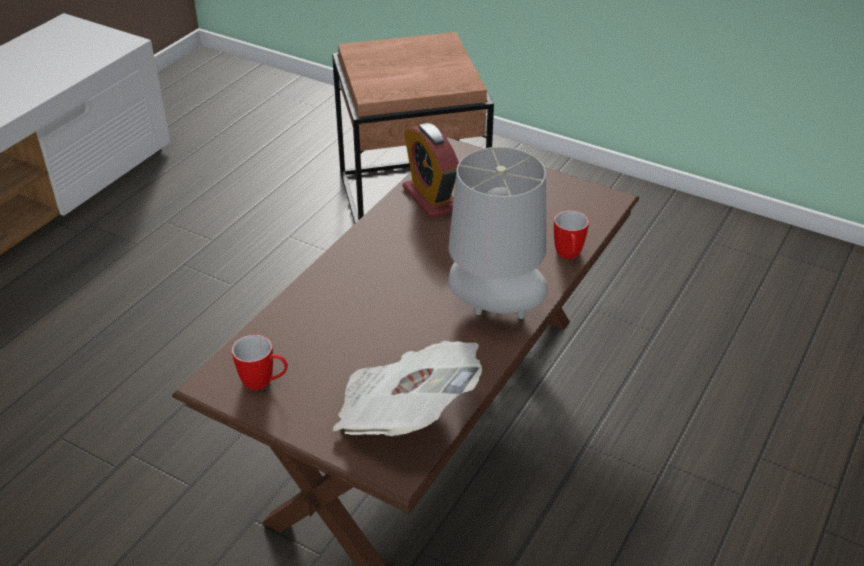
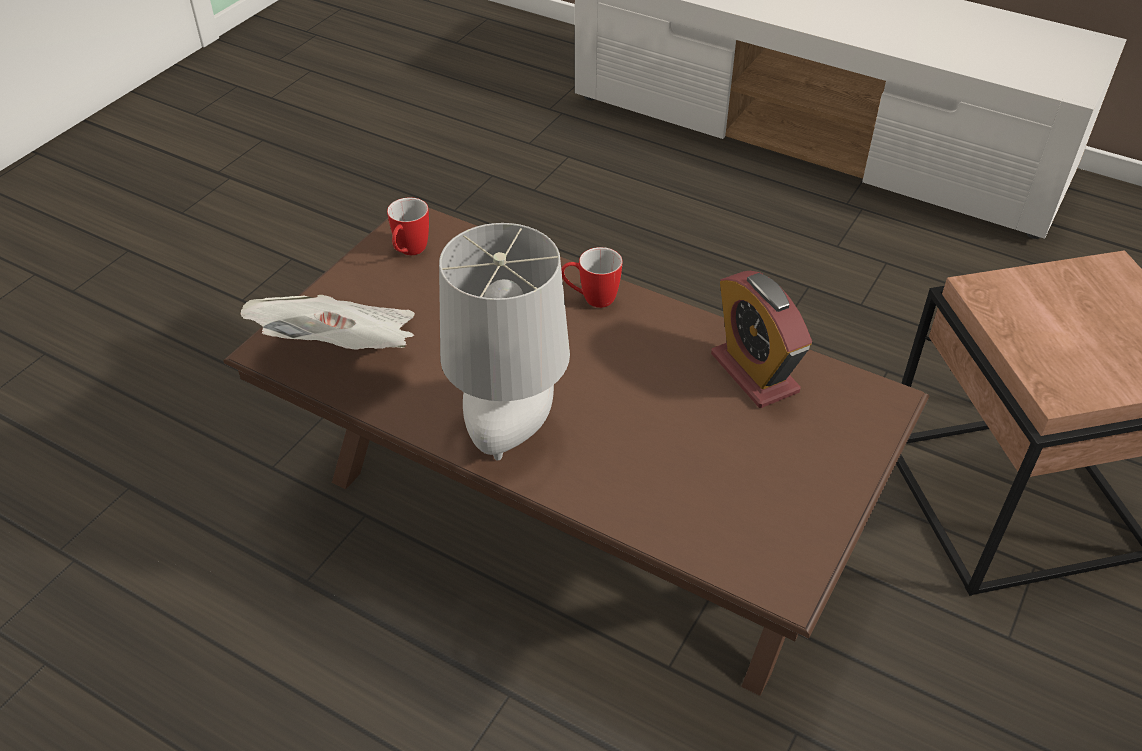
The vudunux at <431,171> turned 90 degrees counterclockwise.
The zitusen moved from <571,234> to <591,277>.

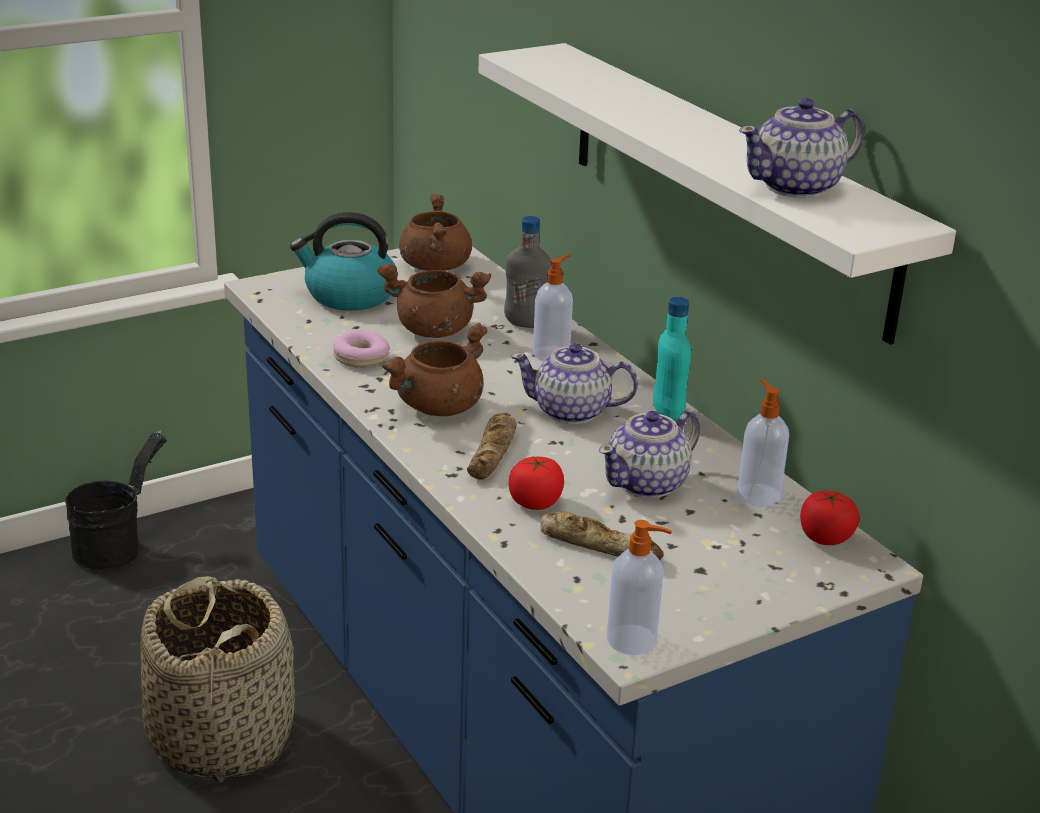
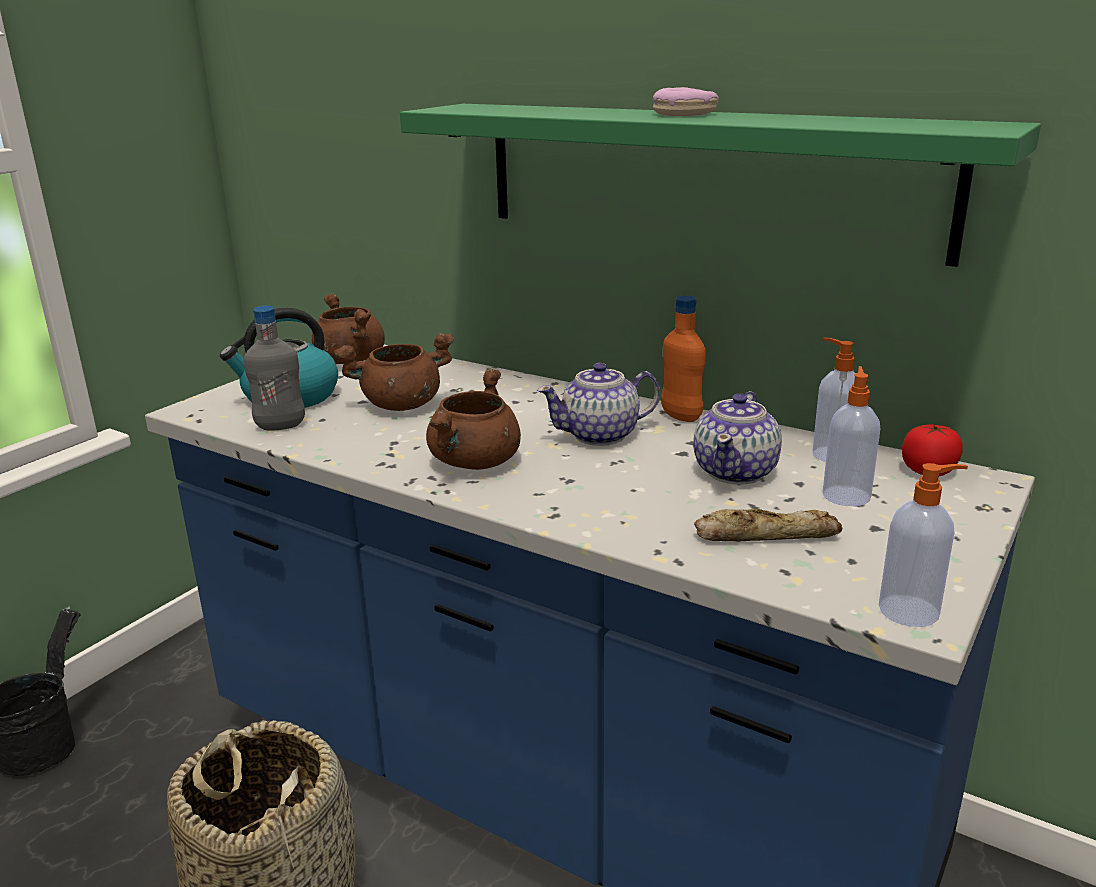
The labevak moved from <361,349> to <686,101>.
The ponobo at <492,446> disappeared.
The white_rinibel at <717,194> became the green_rinibel at <720,185>.
The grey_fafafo moved from <527,272> to <274,368>.
The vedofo at <536,483> disappeared.
The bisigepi moved from <553,307> to <852,436>.
The turquoise_fafafo at <672,359> became the orange_fafafo at <683,359>.
The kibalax at <801,148> disappeared.

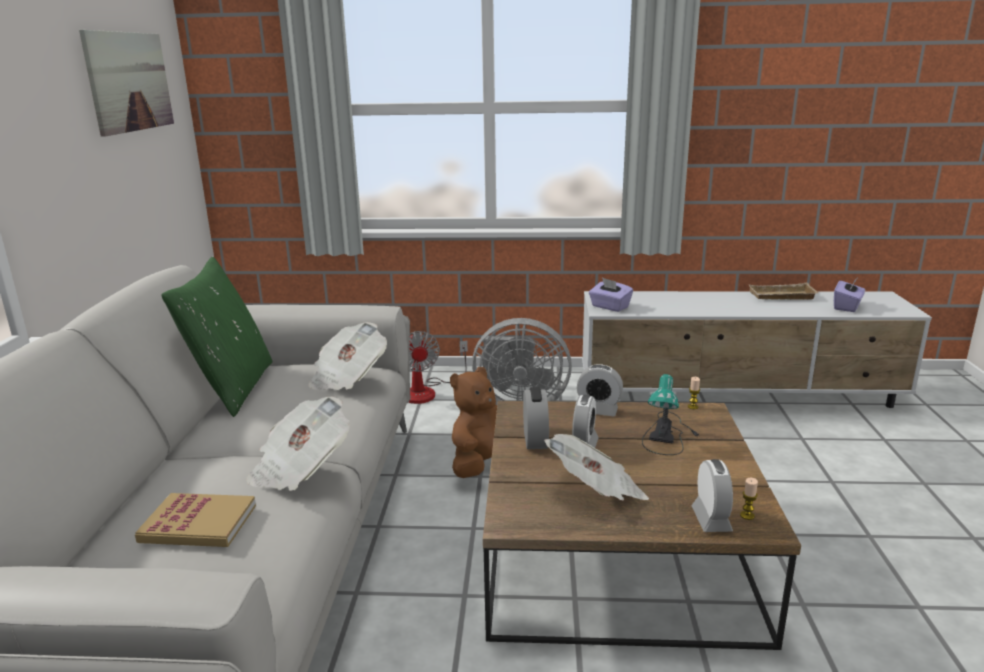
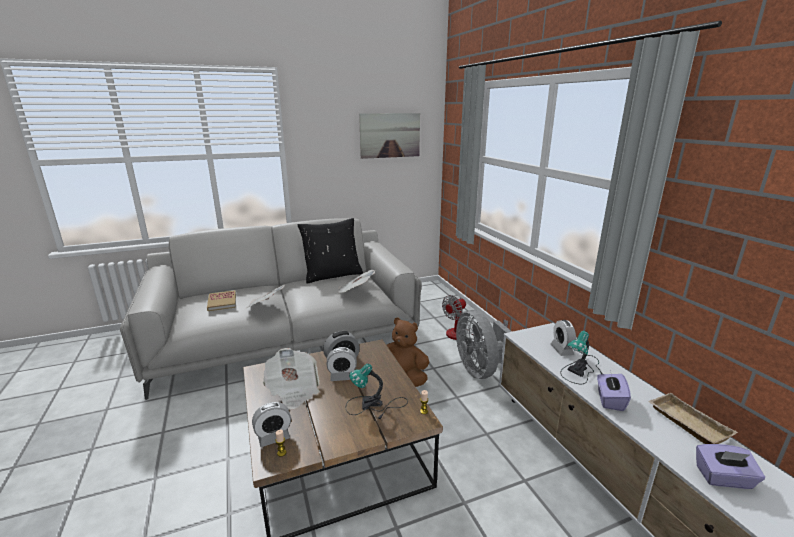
The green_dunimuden at <216,337> became the black_dunimuden at <330,251>.
The vudunux moved from <600,390> to <563,338>.
The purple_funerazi moved from <611,295> to <614,390>.
The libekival at <581,358> appeared.

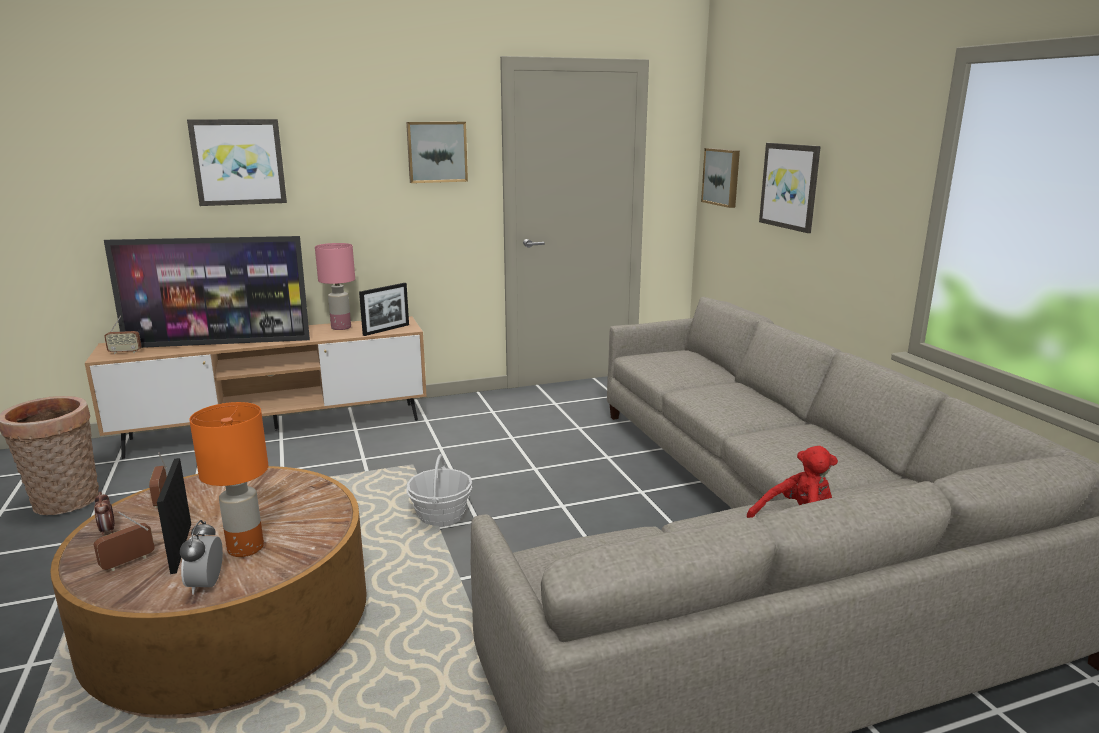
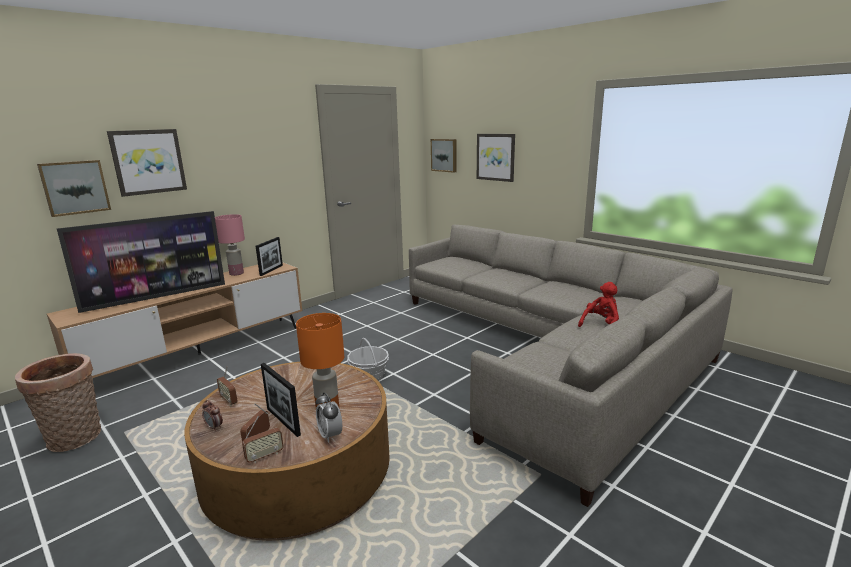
The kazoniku moved from <123,335> to <263,439>.
The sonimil moved from <437,152> to <74,188>.

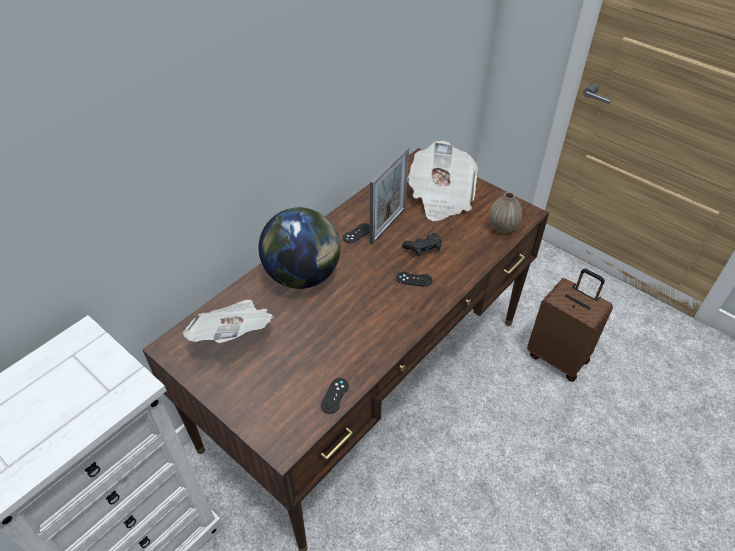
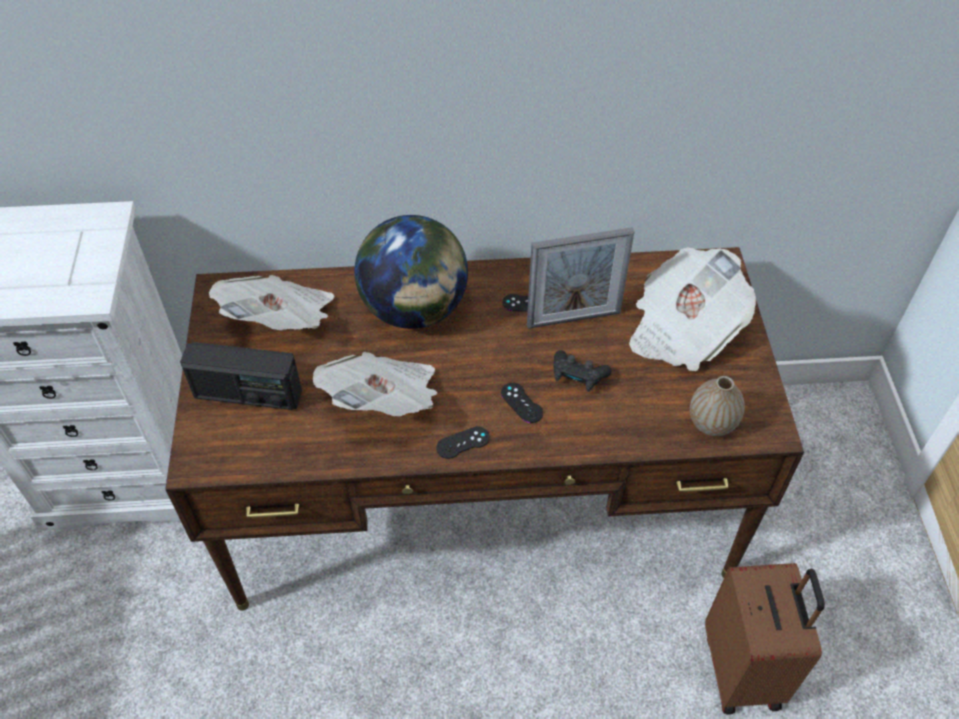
The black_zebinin moved from <335,396> to <463,443>.
The kazoniku at <241,376> appeared.
The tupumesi at <375,384> appeared.

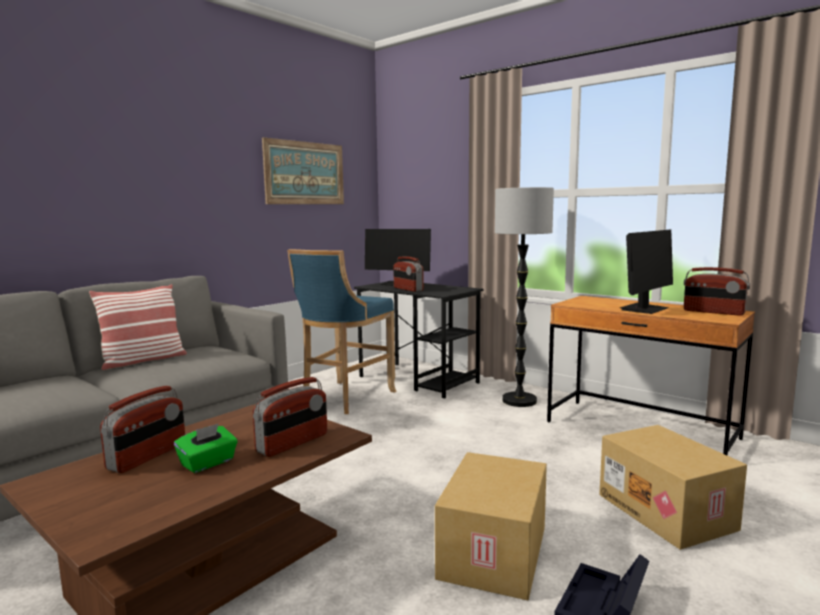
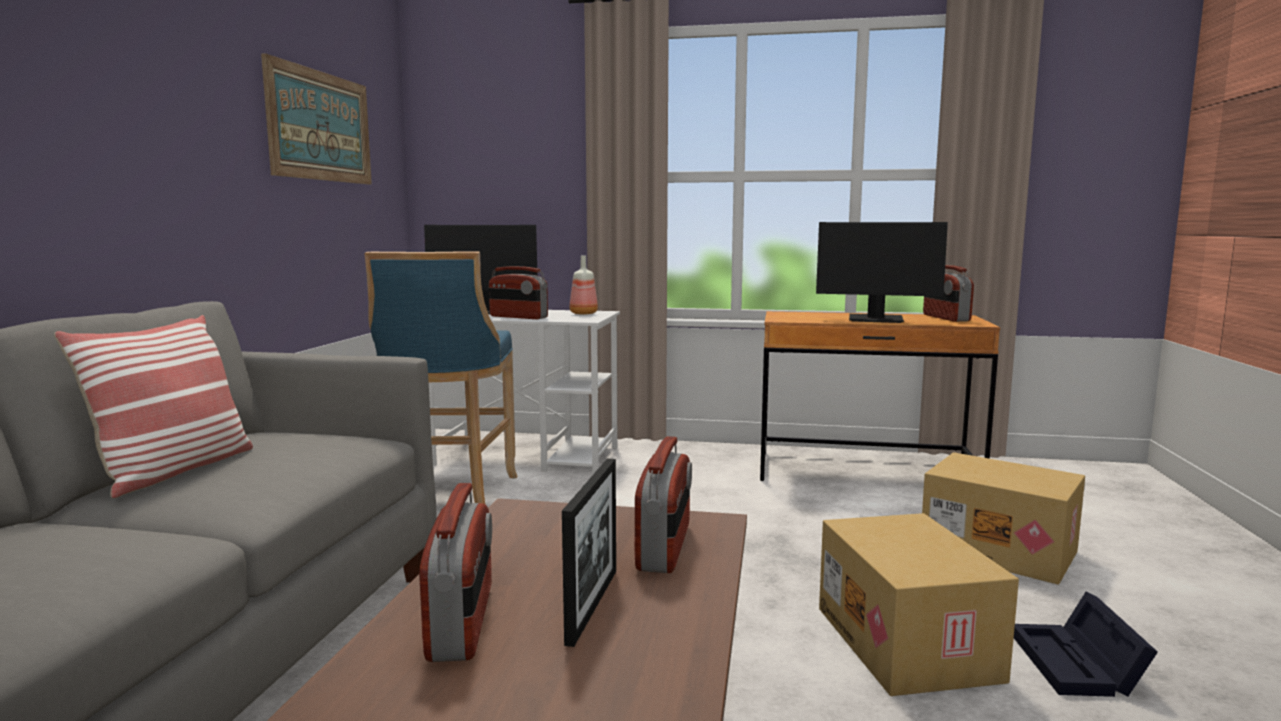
The green_funerazi at <206,448> was replaced by the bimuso at <589,552>.
The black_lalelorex at <418,340> became the white_lalelorex at <524,392>.
The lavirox at <524,297> disappeared.
The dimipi at <646,272> turned 90 degrees clockwise.
The kazoniku at <717,291> turned 75 degrees clockwise.
The fafafo at <584,285> appeared.

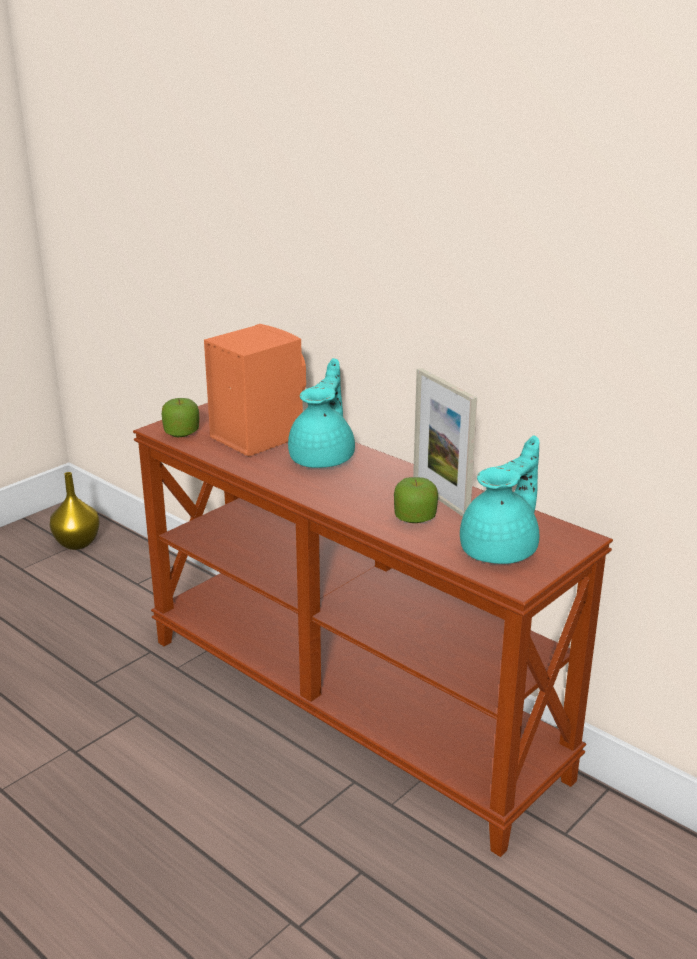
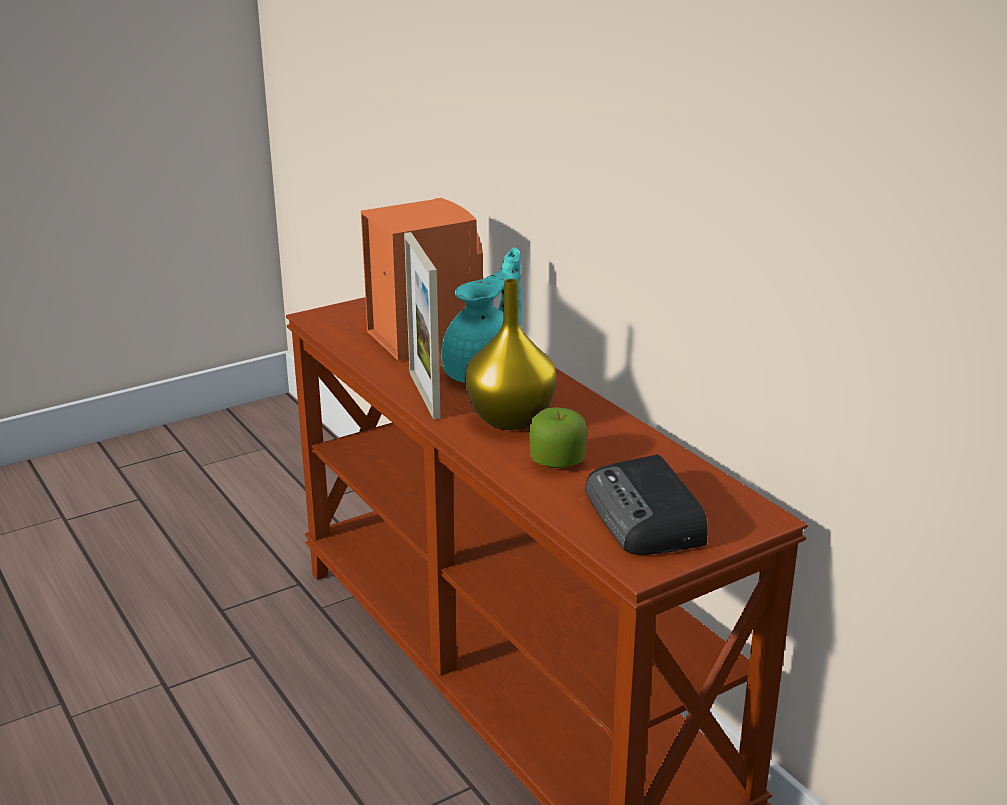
The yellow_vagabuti moved from <74,511> to <510,354>.
The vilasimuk at <180,417> disappeared.
The bimuso moved from <445,442> to <422,325>.
The turquoise_kibalax at <499,499> was replaced by the kazoniku at <646,504>.

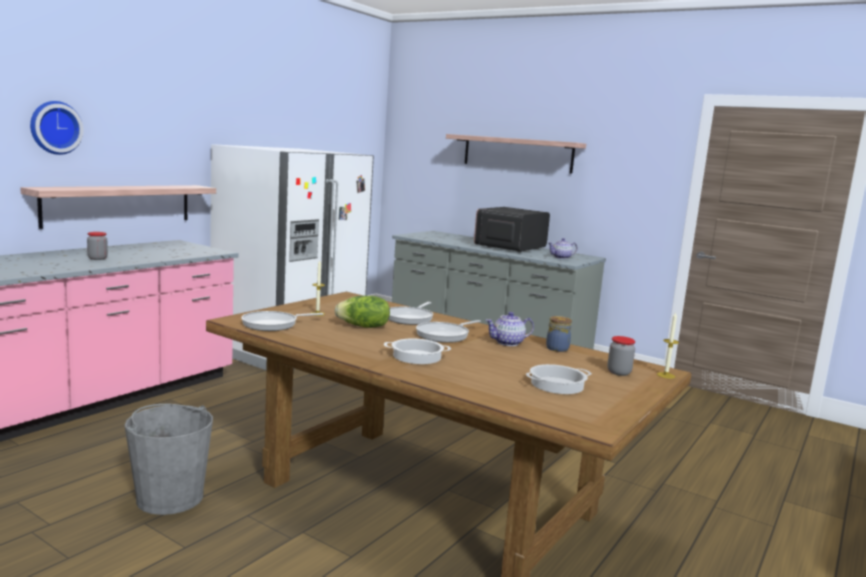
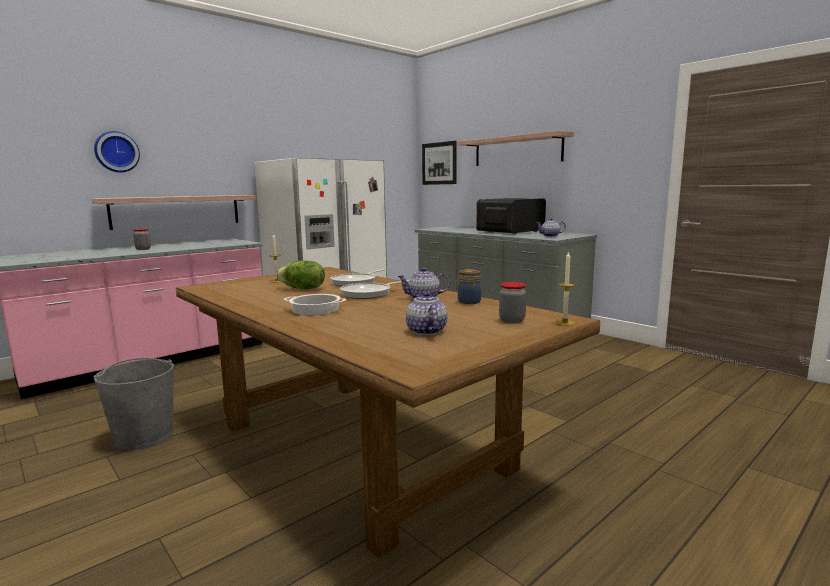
The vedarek at <282,321> disappeared.
The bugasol at <559,379> was replaced by the kibalax at <426,313>.
The sonimil at <439,163> appeared.

